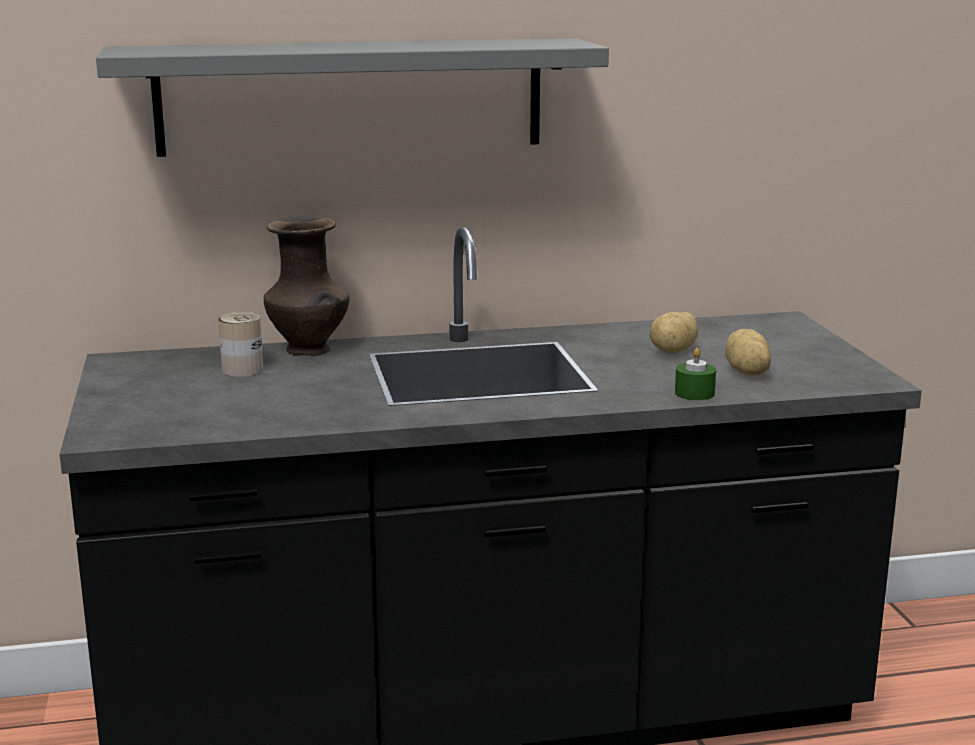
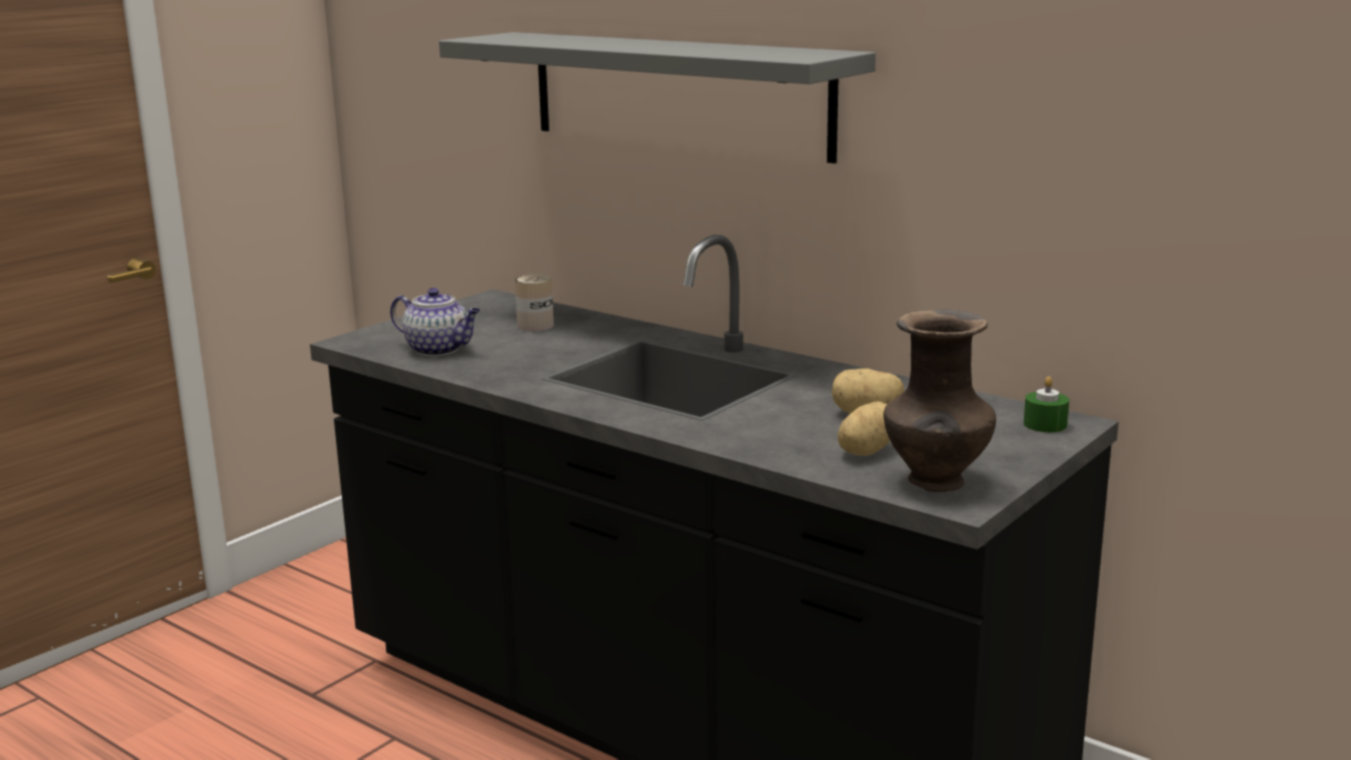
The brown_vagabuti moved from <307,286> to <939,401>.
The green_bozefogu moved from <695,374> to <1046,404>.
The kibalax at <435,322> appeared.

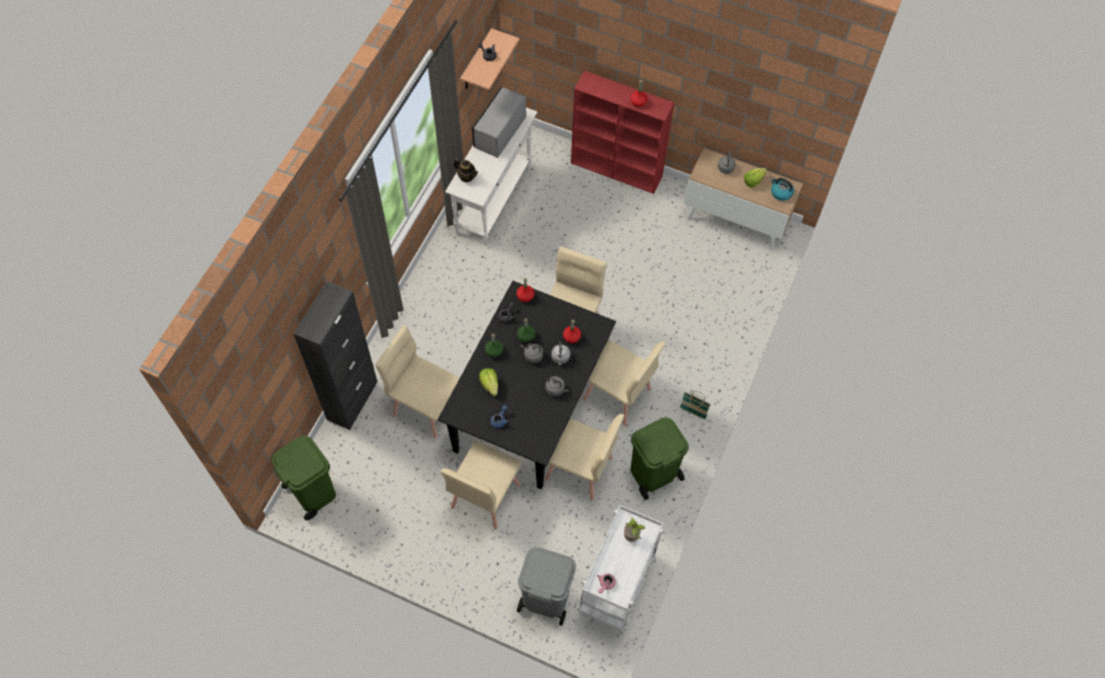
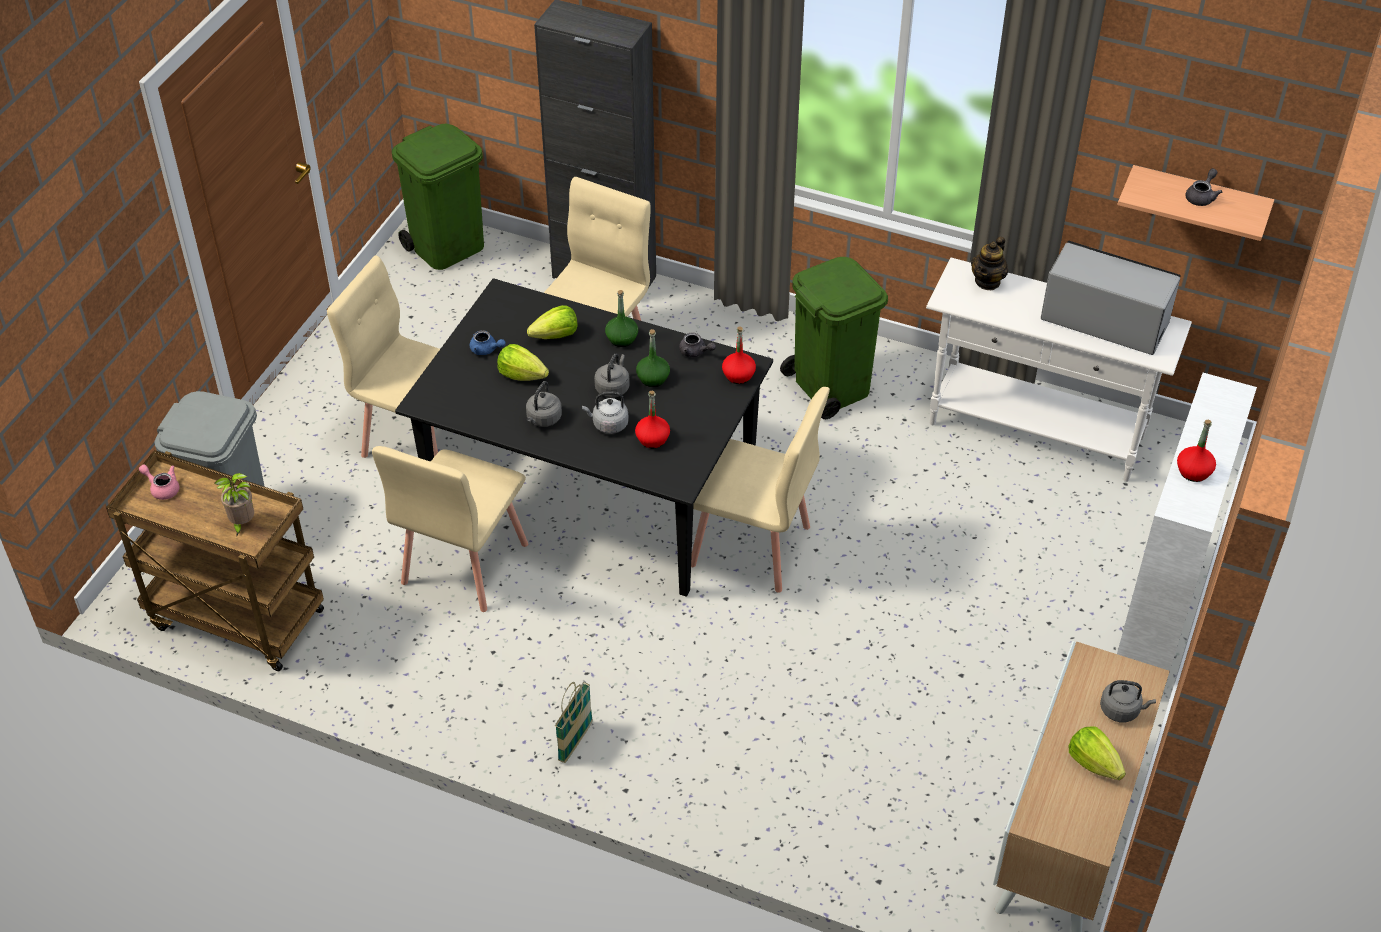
The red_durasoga at <622,132> became the white_durasoga at <1187,522>.
The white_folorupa at <621,568> became the brown_folorupa at <215,560>.
The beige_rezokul at <624,383> disappeared.
The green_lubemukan moved from <660,459> to <834,338>.
The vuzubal at <782,189> disappeared.
The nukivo at <523,362> appeared.

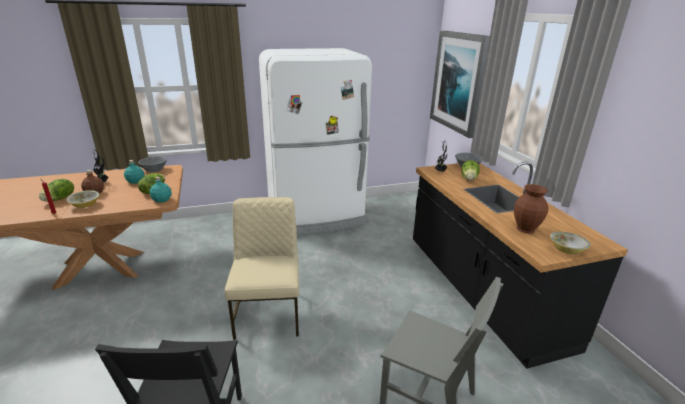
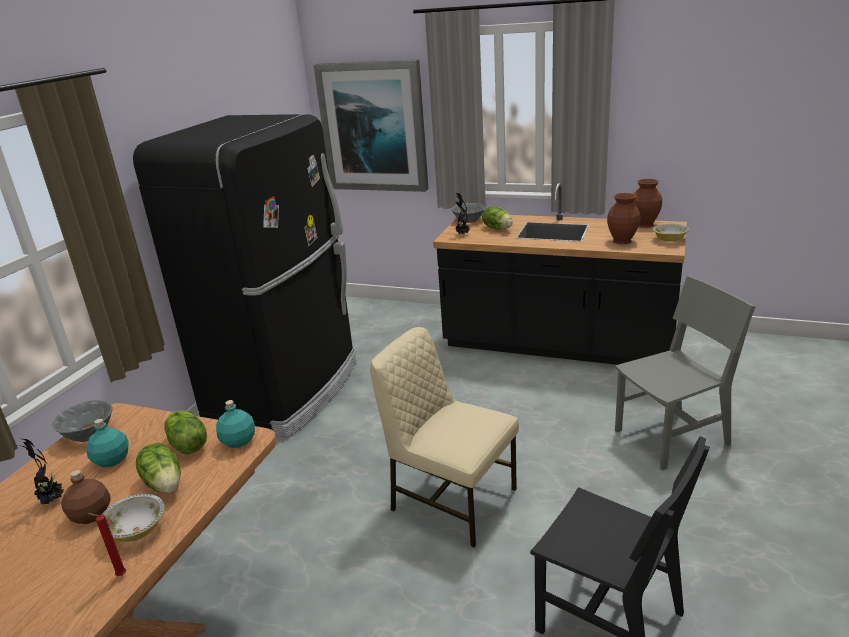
The nukivo moved from <56,190> to <158,468>.
The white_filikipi at <315,141> became the black_filikipi at <244,276>.
The brown_vagabuti at <647,203> appeared.

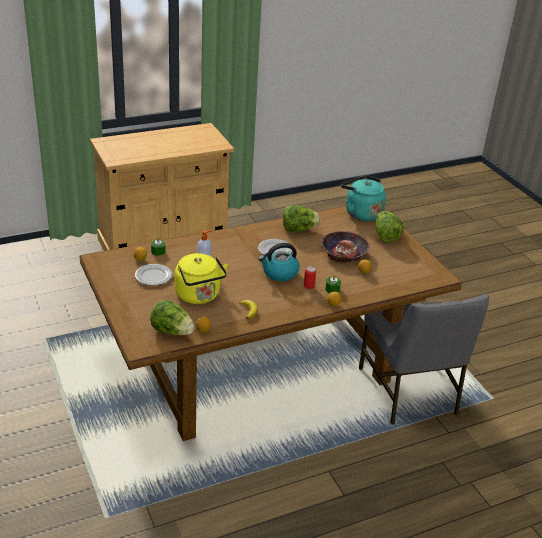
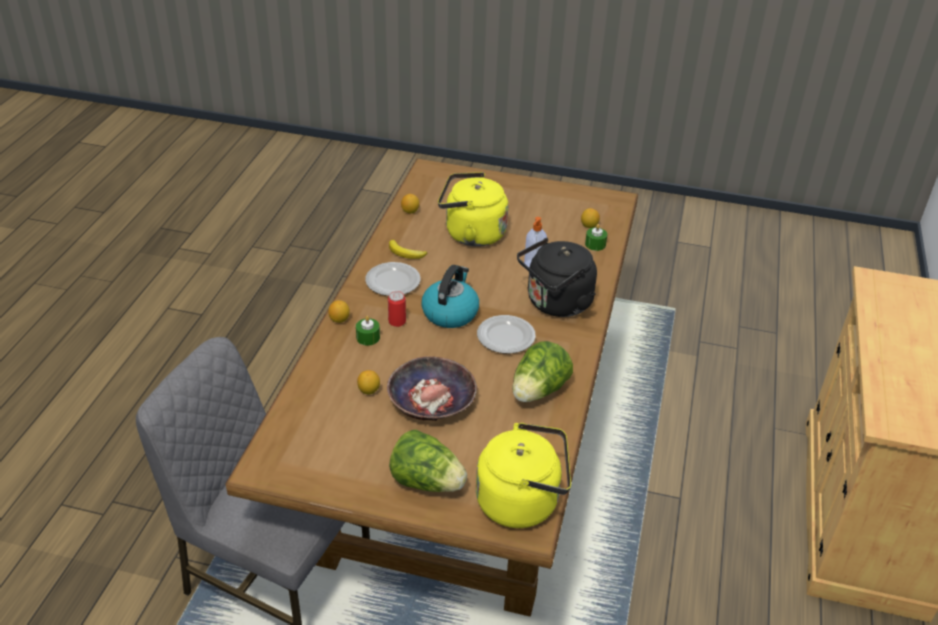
The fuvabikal moved from <153,275> to <393,279>.
The nukivo at <172,317> disappeared.
The turquoise_vuzubal at <363,198> became the yellow_vuzubal at <523,475>.
The black_vuzubal at <557,277> appeared.

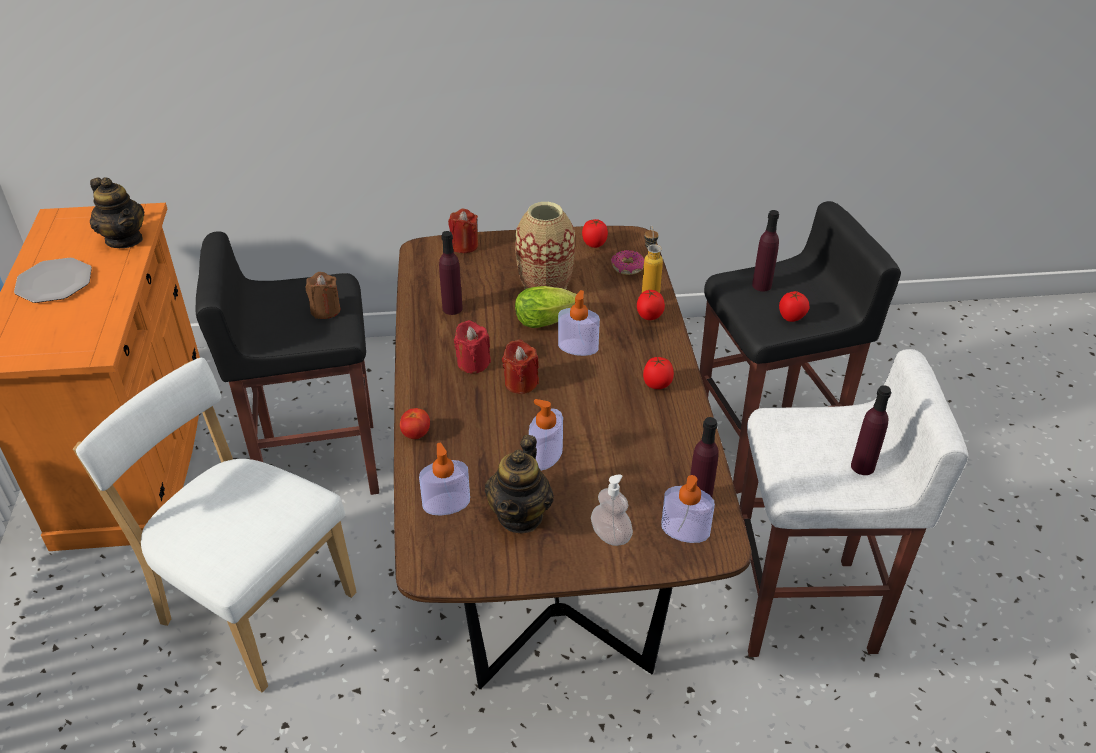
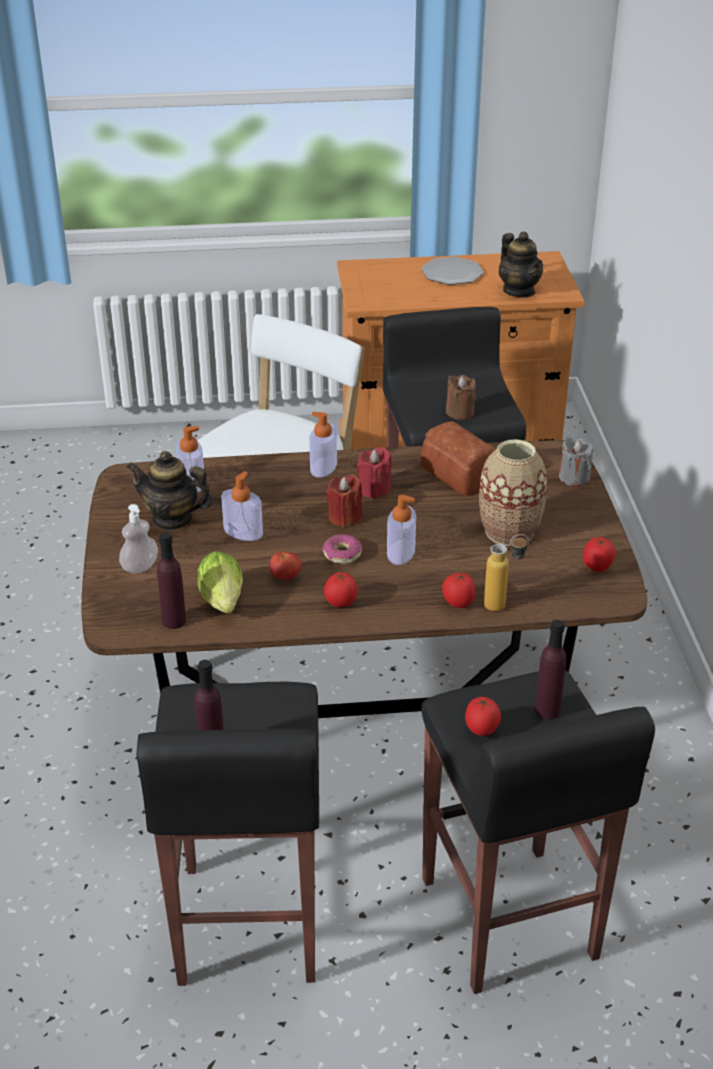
The kibalax at <117,212> turned 75 degrees counterclockwise.
The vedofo moved from <415,423> to <285,566>.
The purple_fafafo at <451,273> was replaced by the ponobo at <458,458>.
The red_bozefogu at <463,231> became the grey_bozefogu at <576,462>.
The nukivo moved from <546,307> to <220,582>.
The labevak moved from <627,262> to <342,549>.
The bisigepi moved from <688,509> to <323,445>.
The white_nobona at <854,503> became the black_nobona at <228,834>.

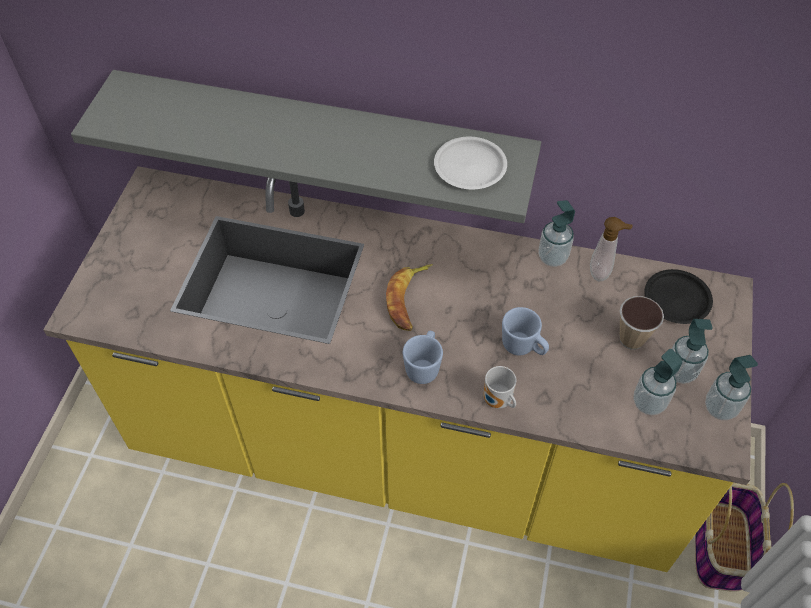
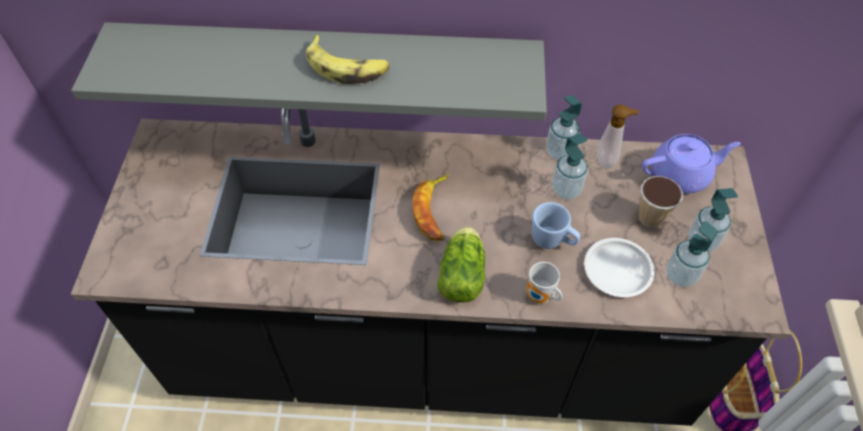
The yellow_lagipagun at <398,369> became the black_lagipagun at <430,267>.
The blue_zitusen at <423,357> was replaced by the nukivo at <461,264>.
The white_fuvabikal moved from <470,163> to <619,267>.
The black_fuvabikal at <678,296> was replaced by the purple_kibalax at <691,164>.
The bisigepi moved from <731,387> to <570,167>.
The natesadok at <348,59> appeared.

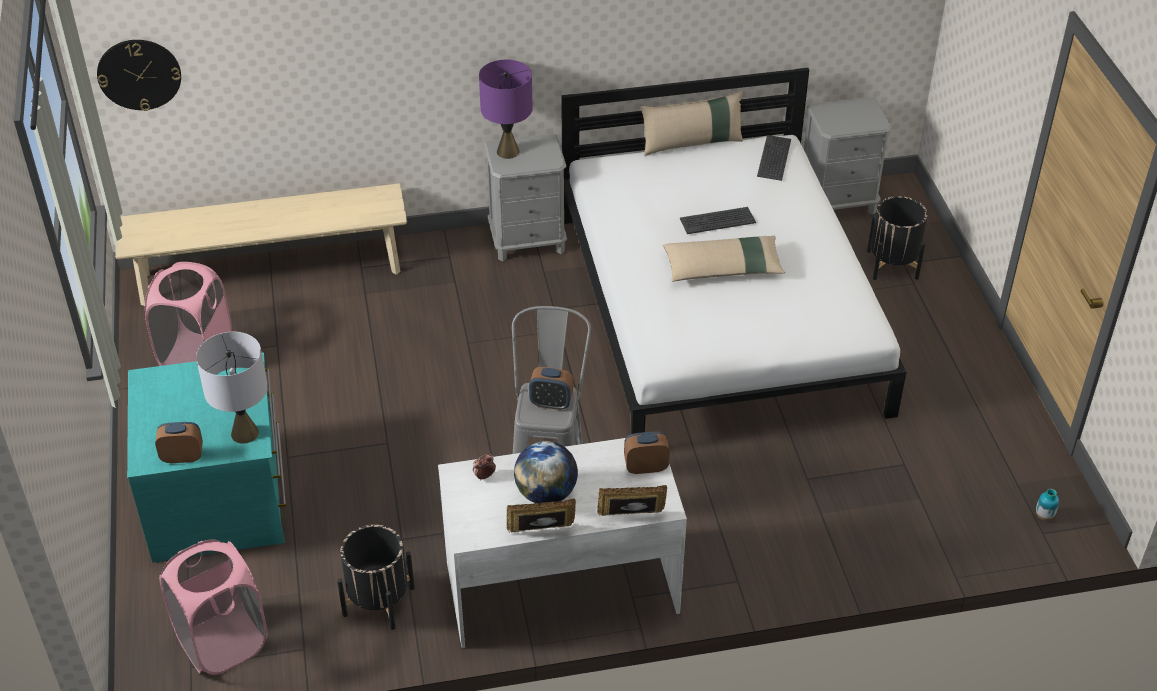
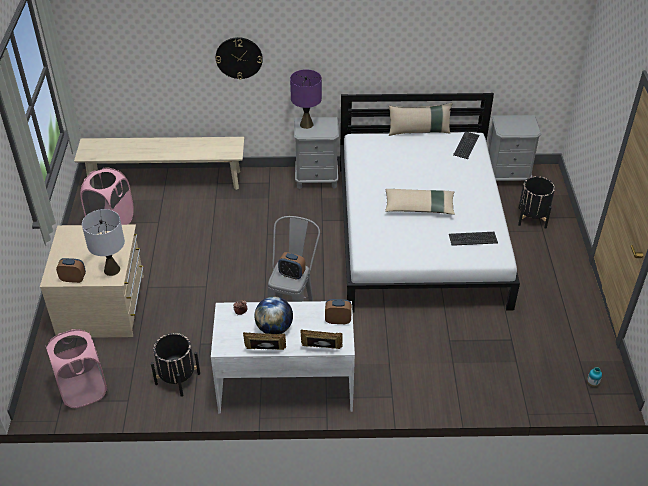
The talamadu moved from <139,75> to <239,58>.
The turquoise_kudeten at <206,458> became the beige_kudeten at <92,281>.
The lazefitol moved from <718,220> to <473,239>.

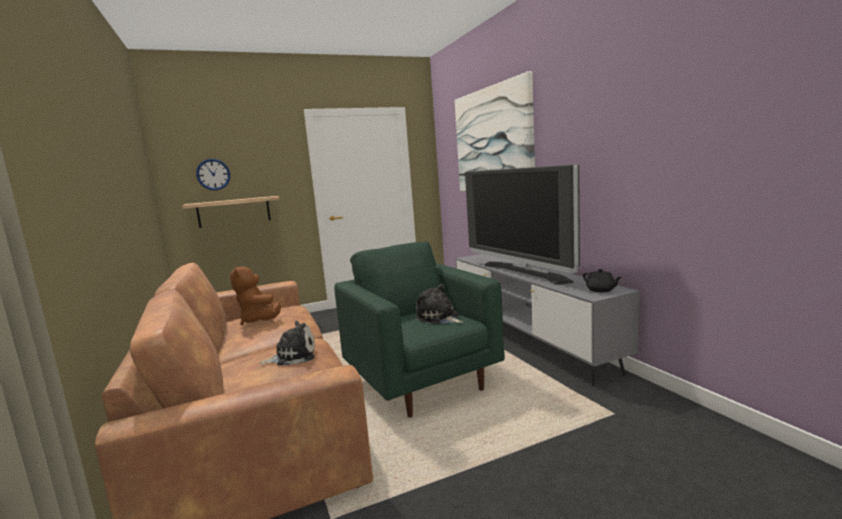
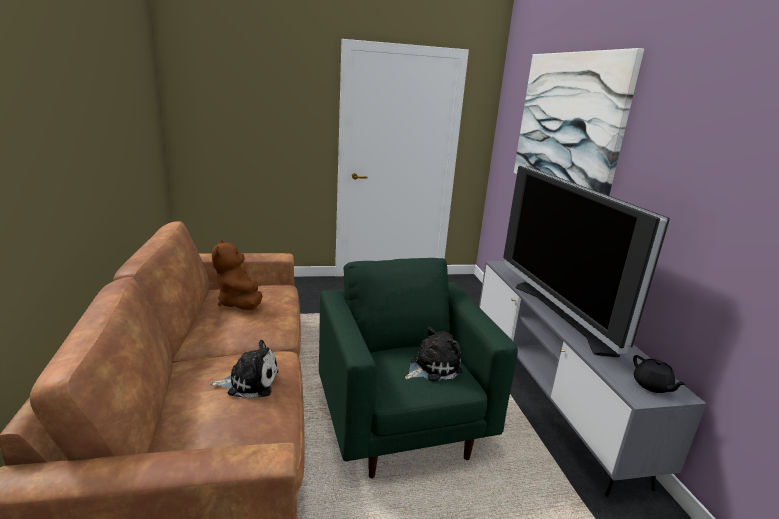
The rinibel at <230,212> disappeared.
The talamadu at <213,174> disappeared.
The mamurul at <439,304> turned 90 degrees clockwise.

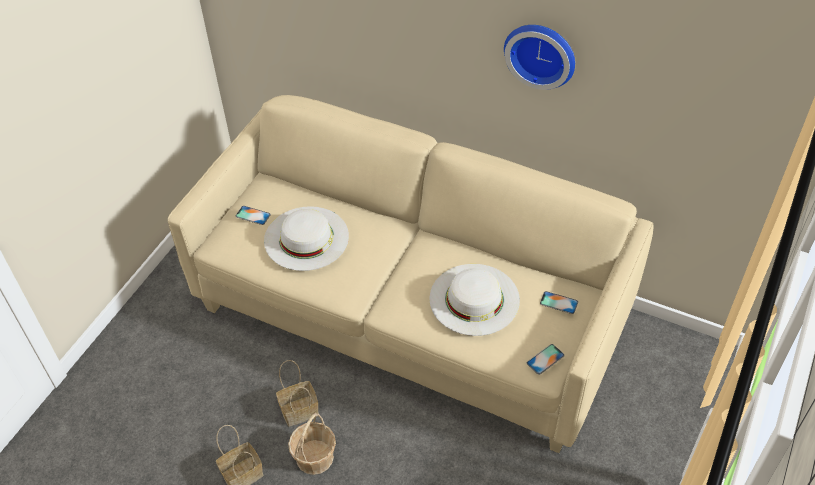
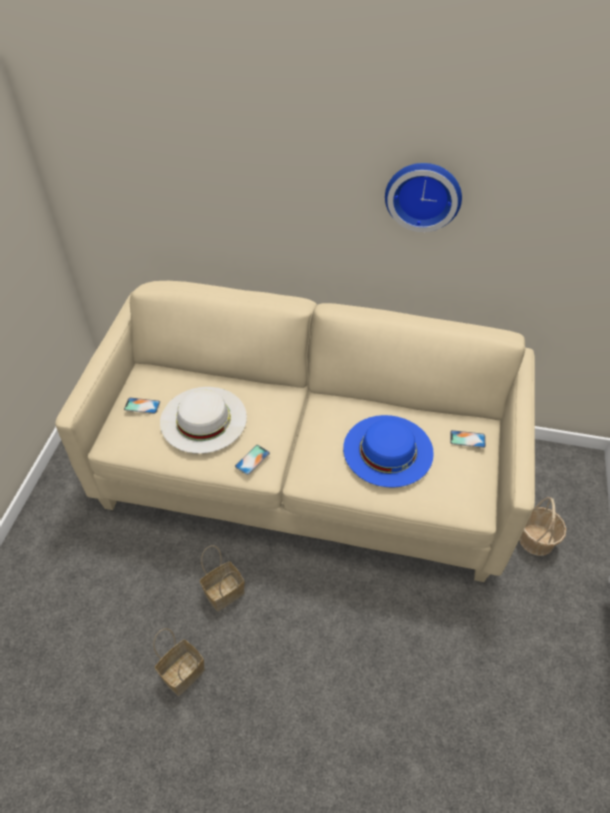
The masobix moved from <312,443> to <542,526>.
The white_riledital at <474,300> became the blue_riledital at <388,451>.
The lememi moved from <546,359> to <252,460>.

